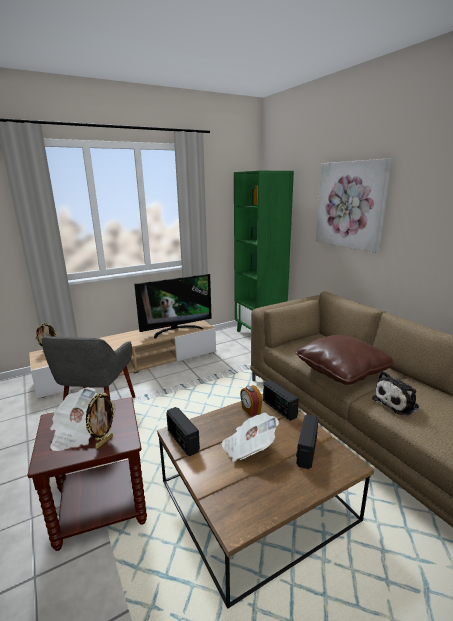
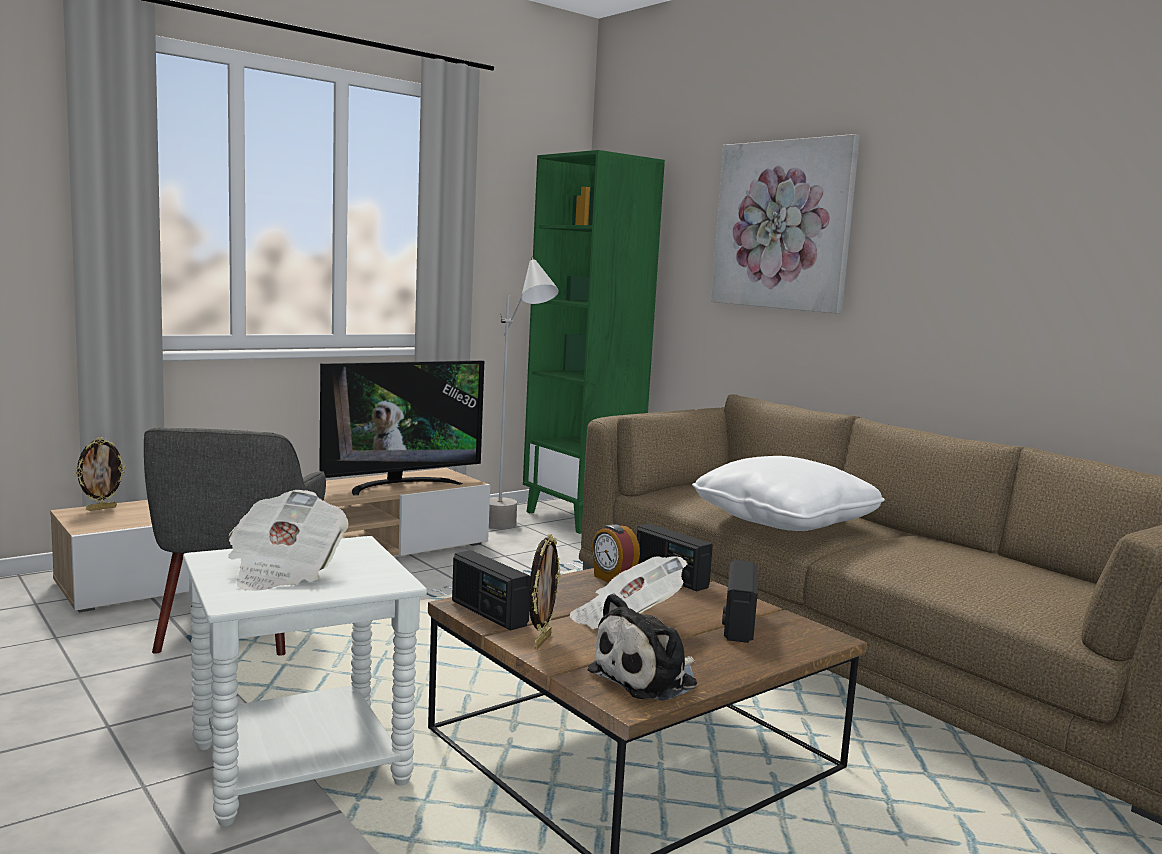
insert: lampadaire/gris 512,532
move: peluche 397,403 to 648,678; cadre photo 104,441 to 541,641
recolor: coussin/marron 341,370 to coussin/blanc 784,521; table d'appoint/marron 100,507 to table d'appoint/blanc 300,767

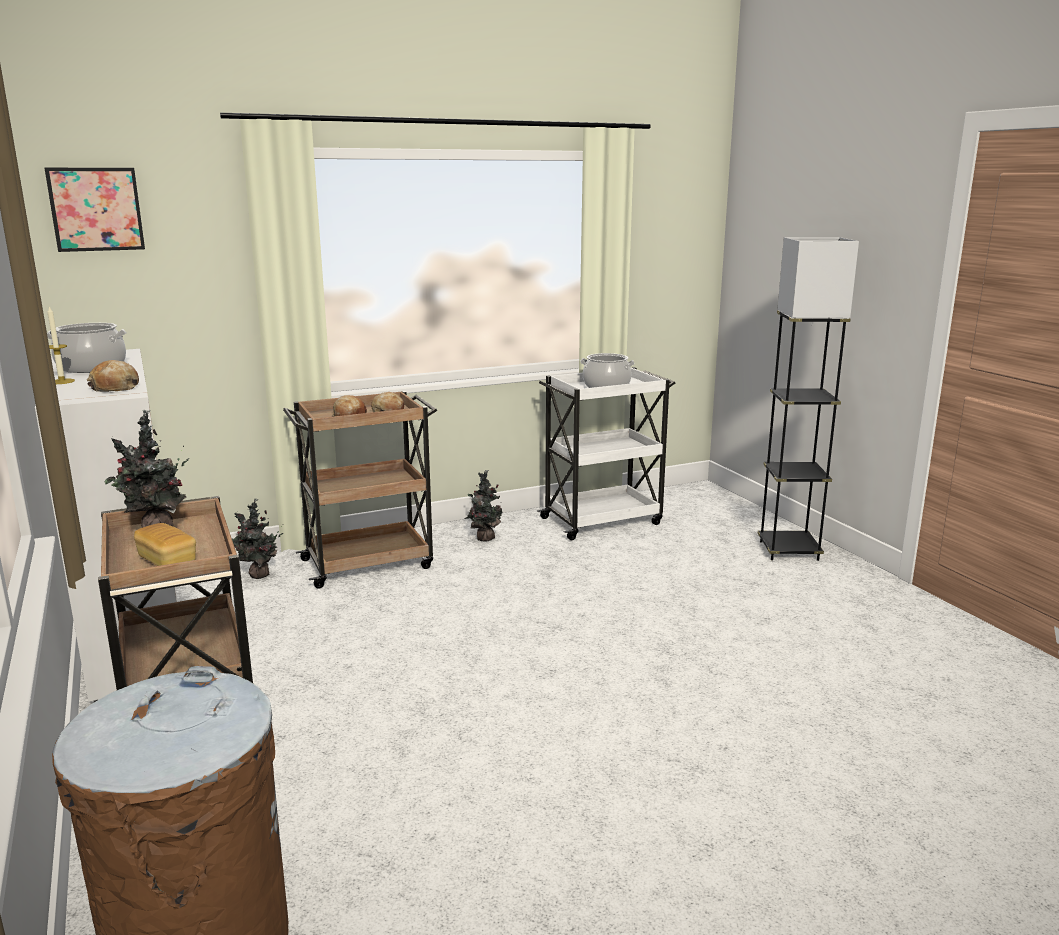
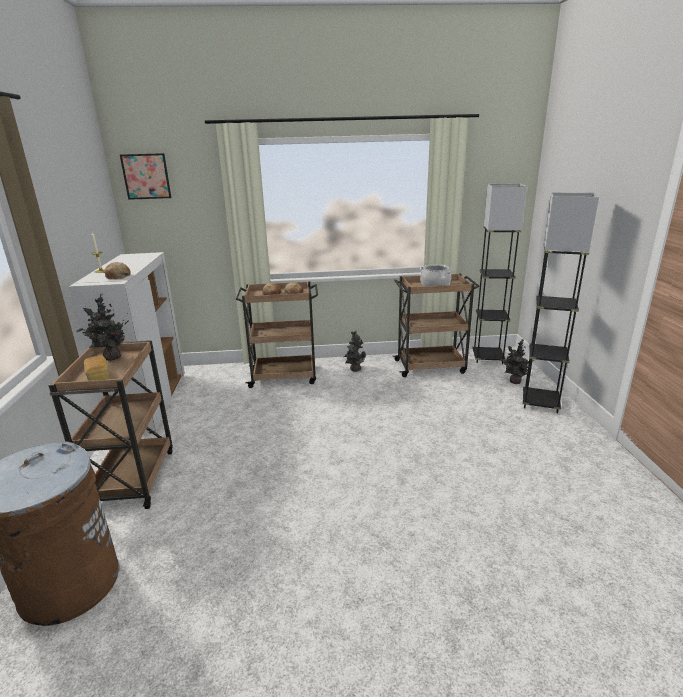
delete: marmite 92,367
insert: lampadaire/gris 488,358
move: plante en pot 257,576 to 514,382
recolor: chariot/blanc 603,520 to chariot/marron 431,366

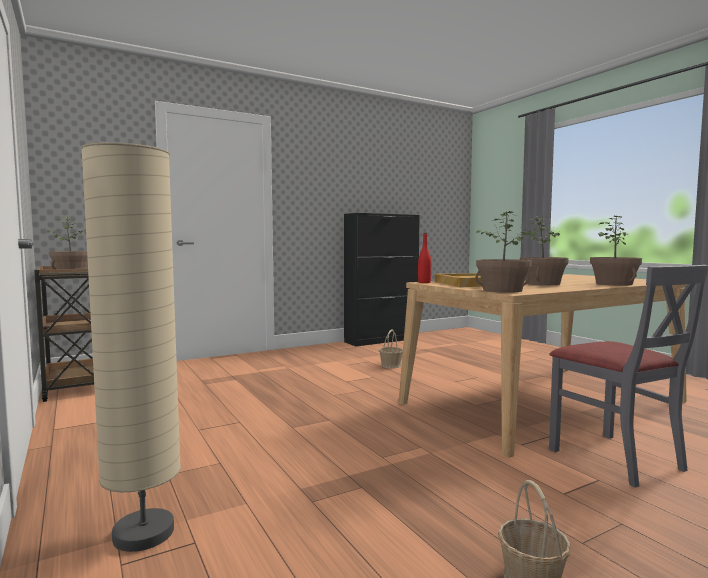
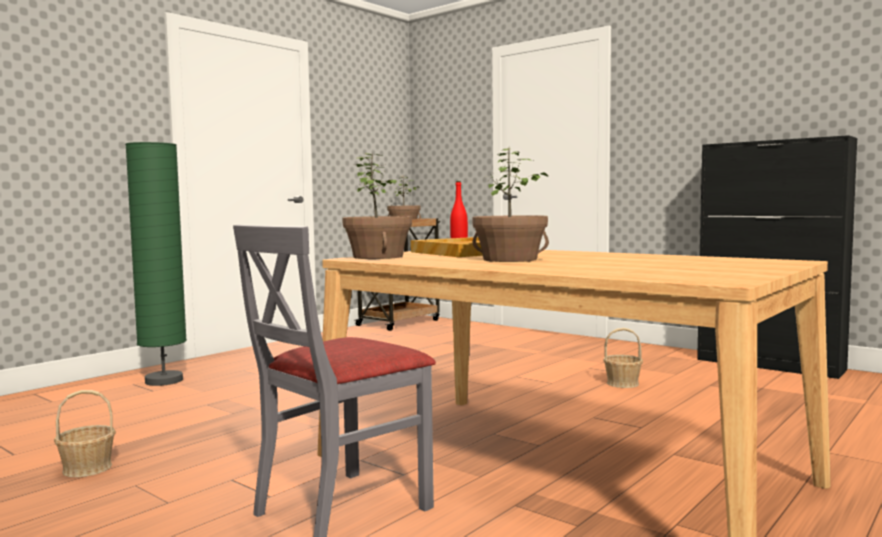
delete: plante en pot 614,284
recolor: lampadaire/beige 143,533 to lampadaire/vert 164,381

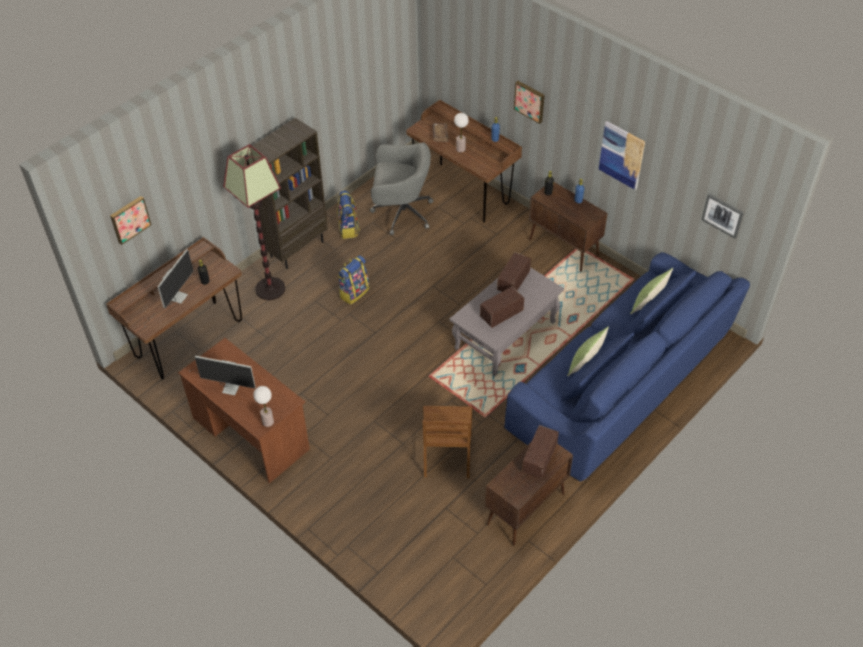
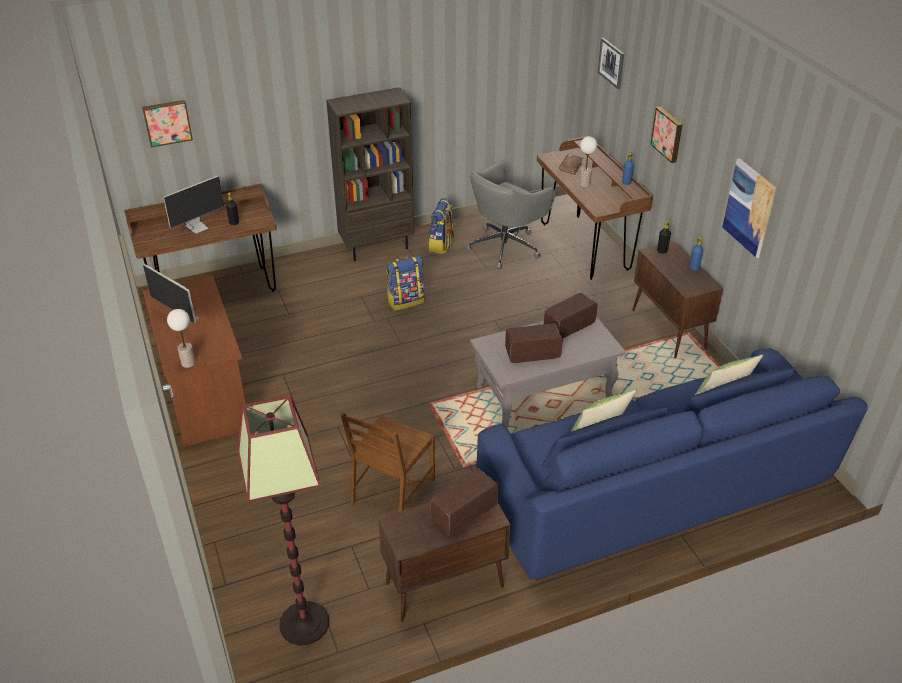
move: lampadaire 270,289 to 303,623; tableau 722,215 to 611,63
rotate: chaise de bureau/gris 401,213 = 506,247 105 degrees clockwise

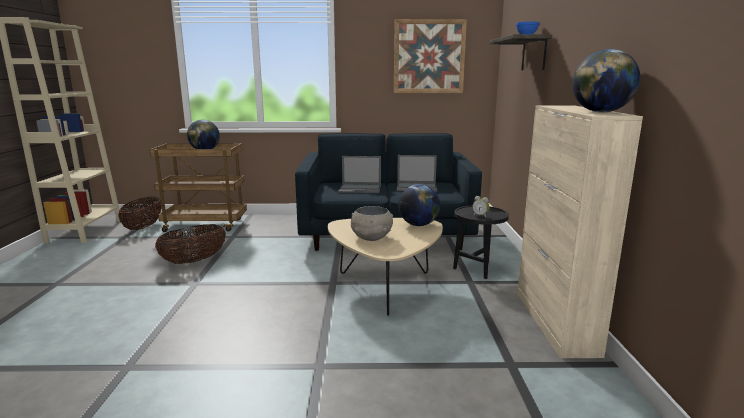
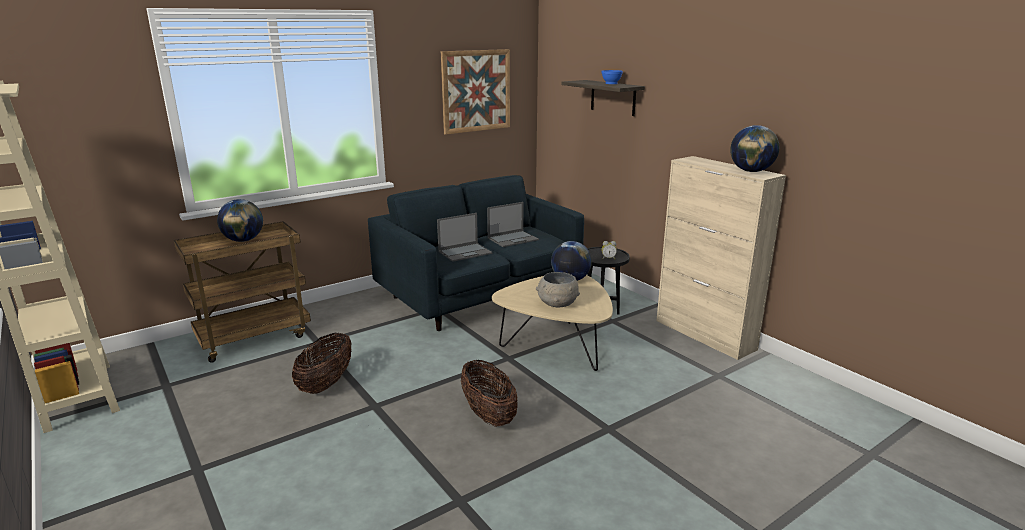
move: panier 143,227 to 488,415

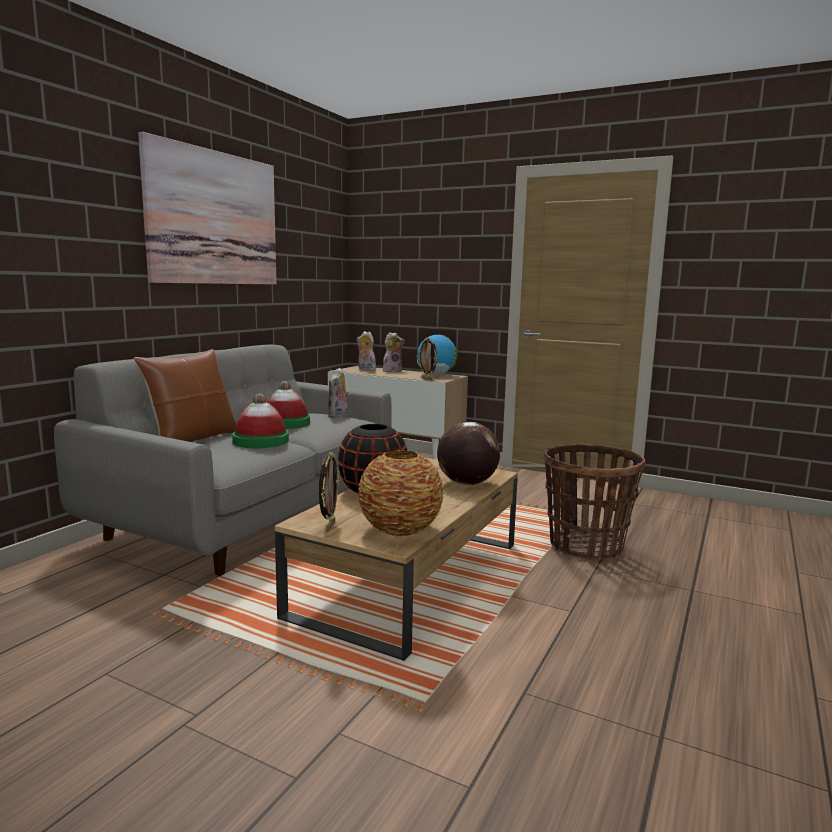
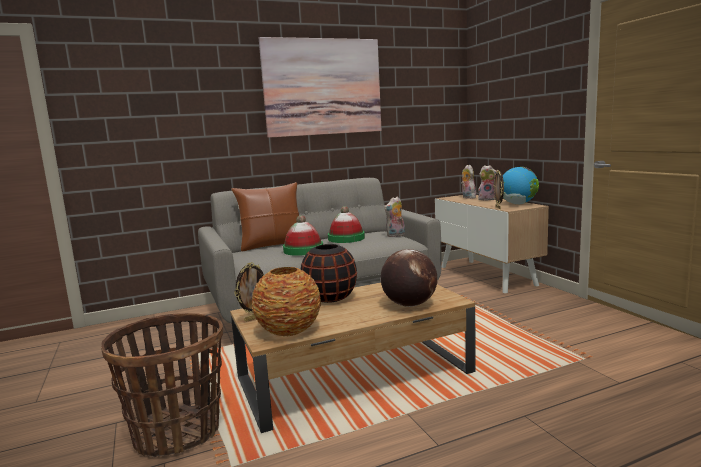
move: panier 585,546 to 177,432

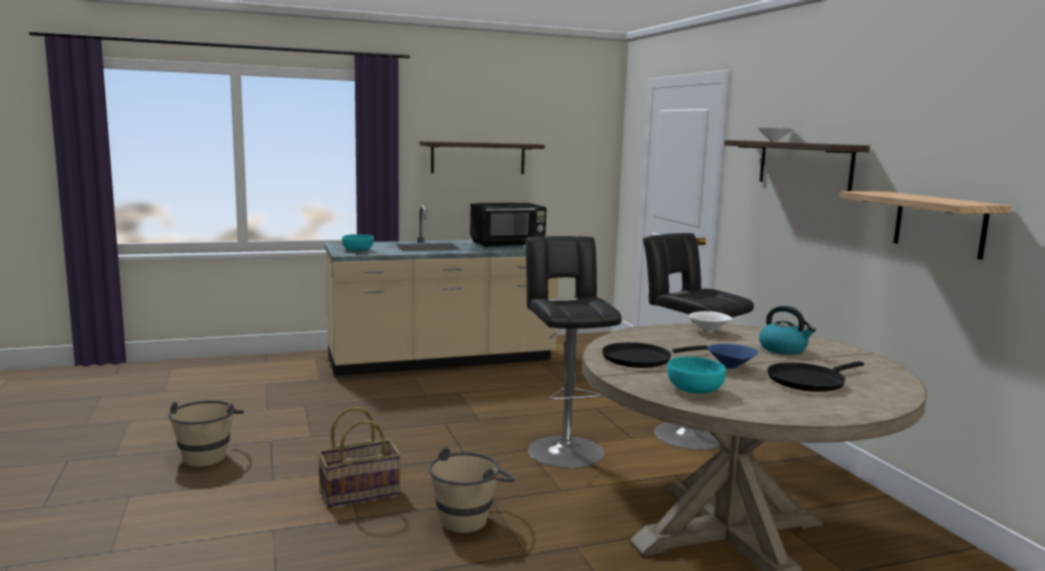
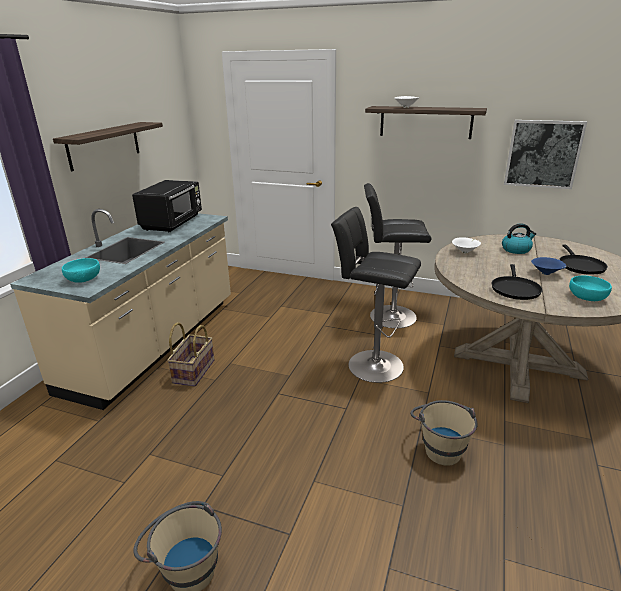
move: panier 359,492 to 193,371
replace: étagère 939,224 to tableau 543,154

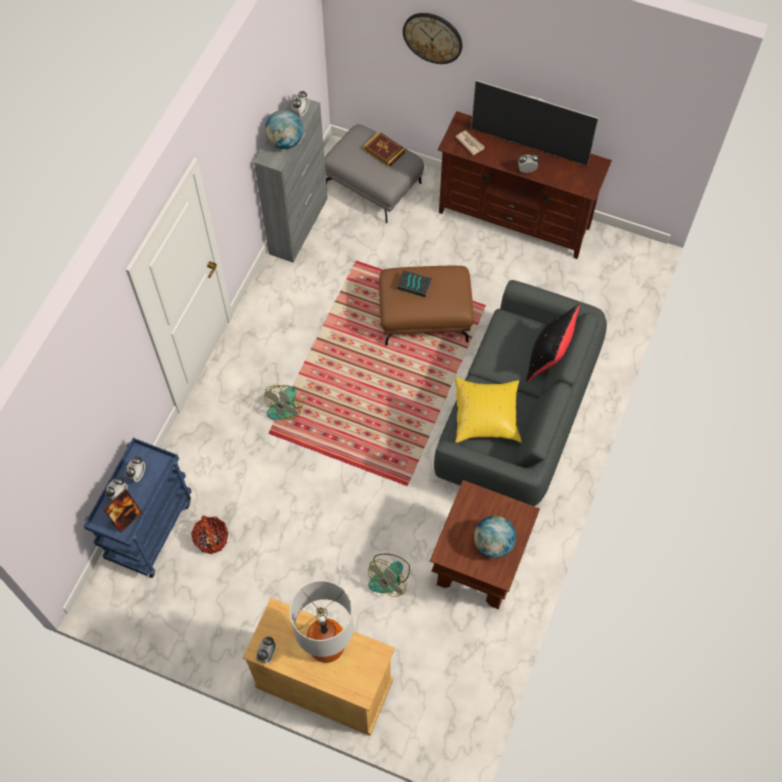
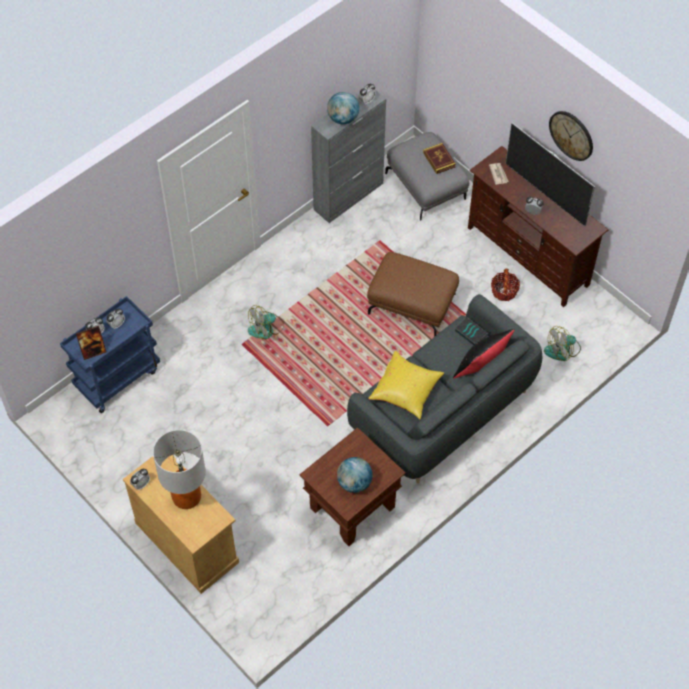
move: horloge murale 433,37 to 571,135; livre 415,284 to 471,333; panier 211,539 to 504,291; ventilateur 390,577 to 562,350

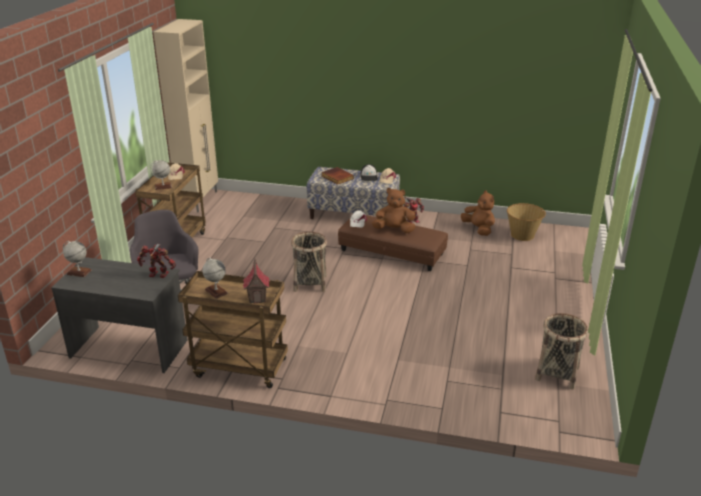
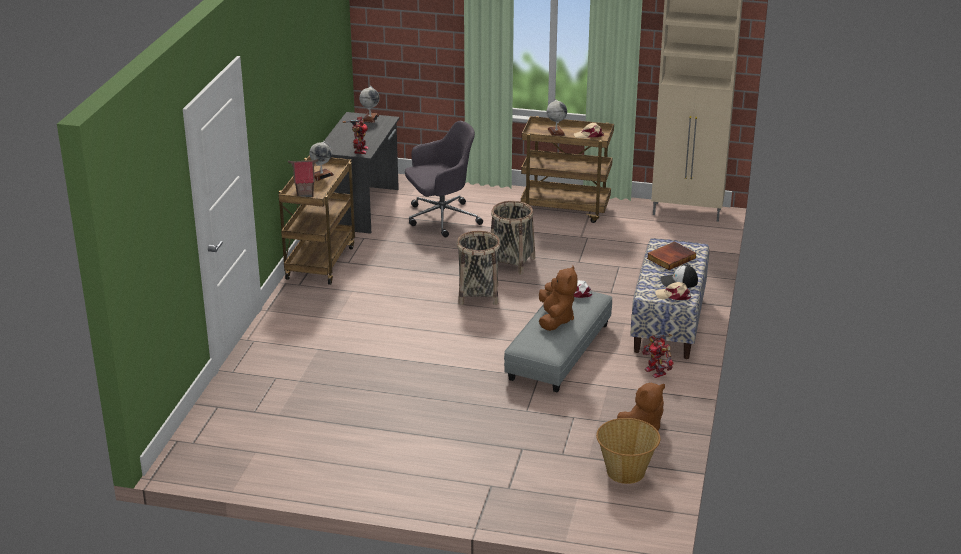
move: panier 557,373 to 511,262
recolor: pouf/marron 392,252 to pouf/gris 559,352

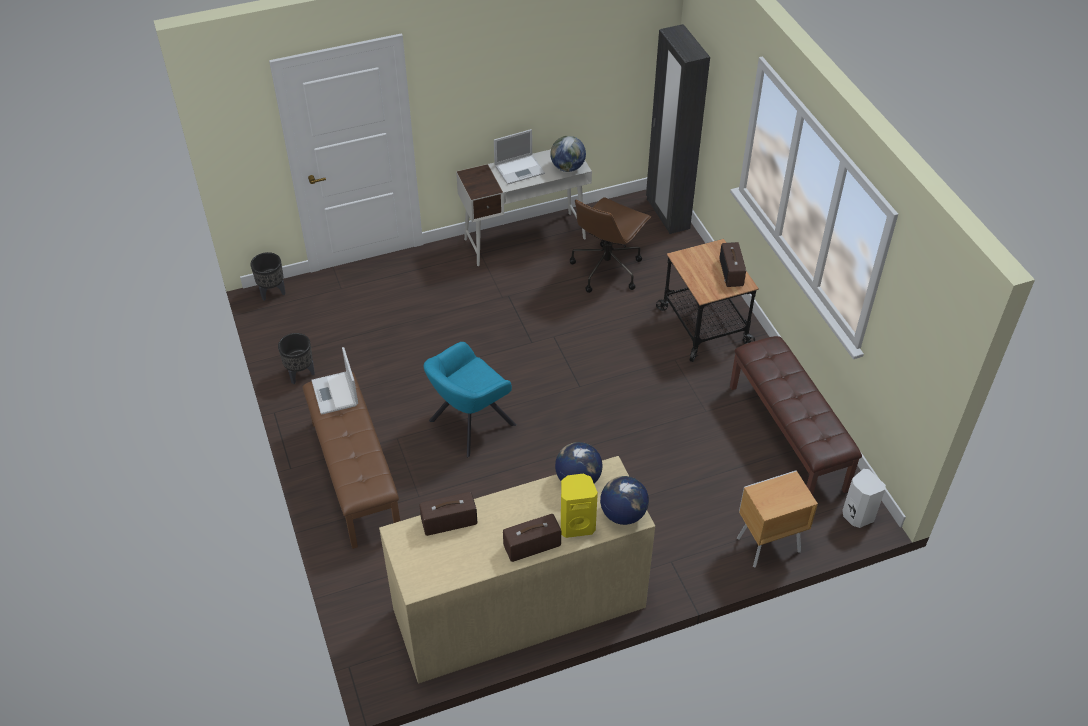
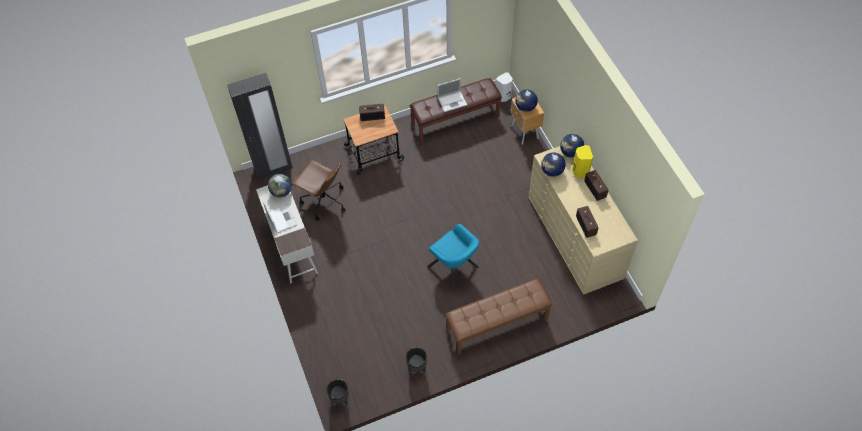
insert: globe 525,107
move: ordinateur portable 335,394 to 452,101

